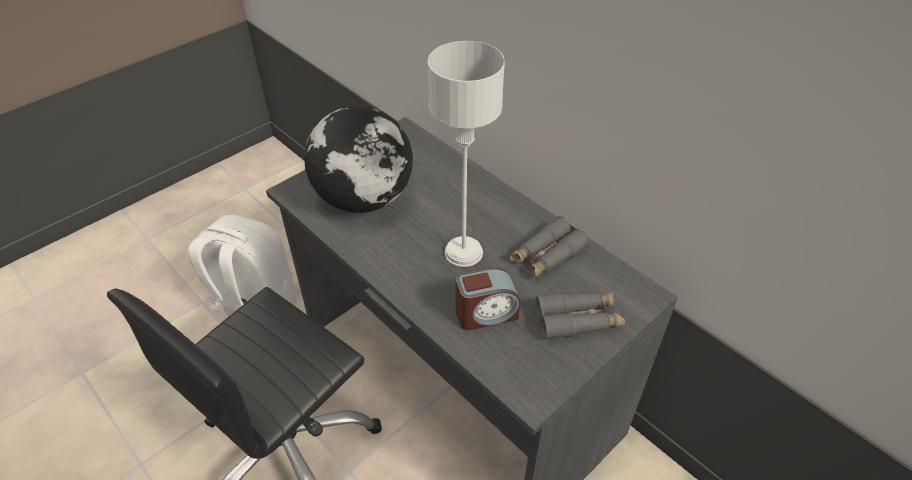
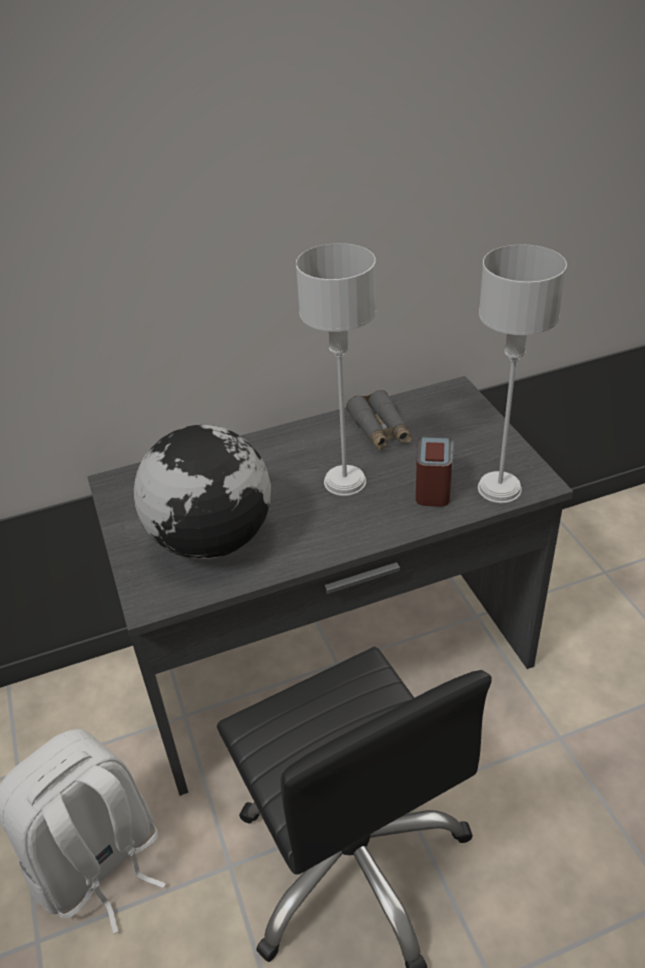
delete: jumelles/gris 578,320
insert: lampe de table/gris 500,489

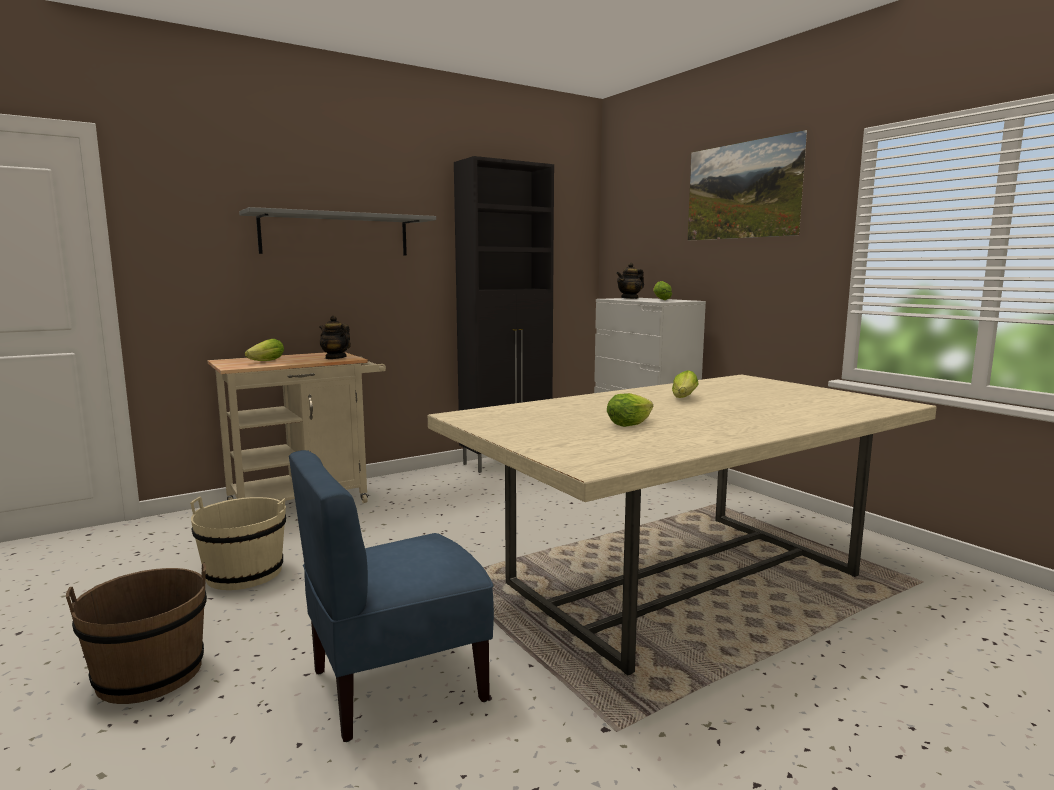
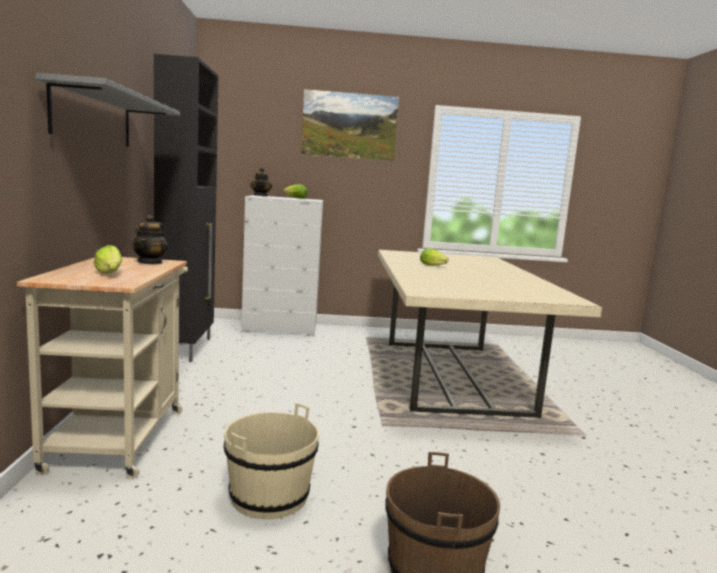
delete: laitue 632,423; chaise/bleu 397,684
rotate: théière 335,358 = 150,262 60 degrees counterclockwise

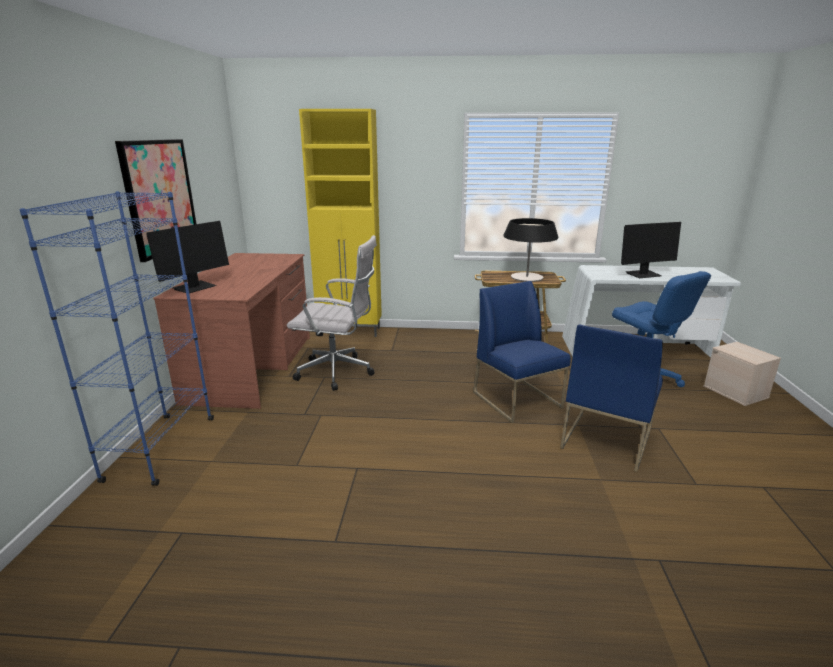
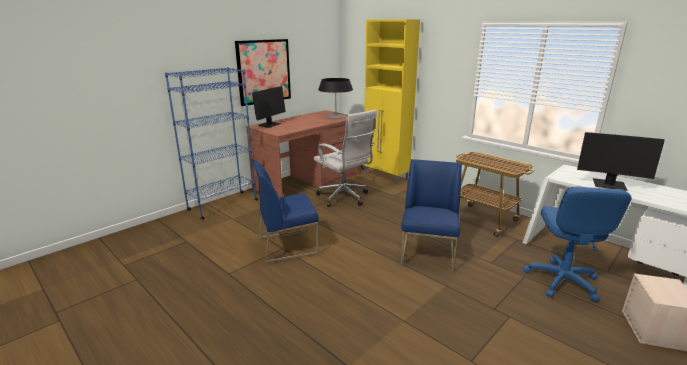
move: lampe de table 526,277 to 335,116; chaise/bleu 605,439 to 288,245
rotate: écran d'ordinateur 194,288 = 269,125 45 degrees counterclockwise

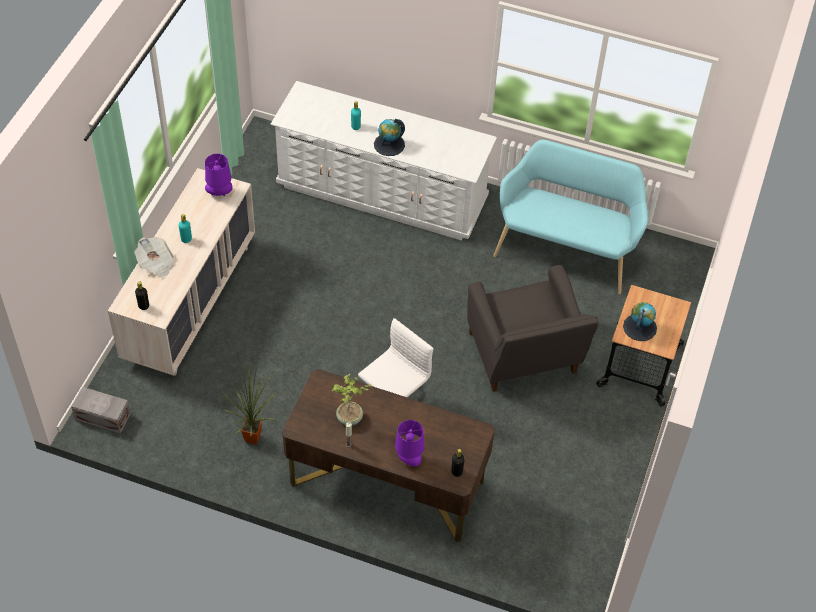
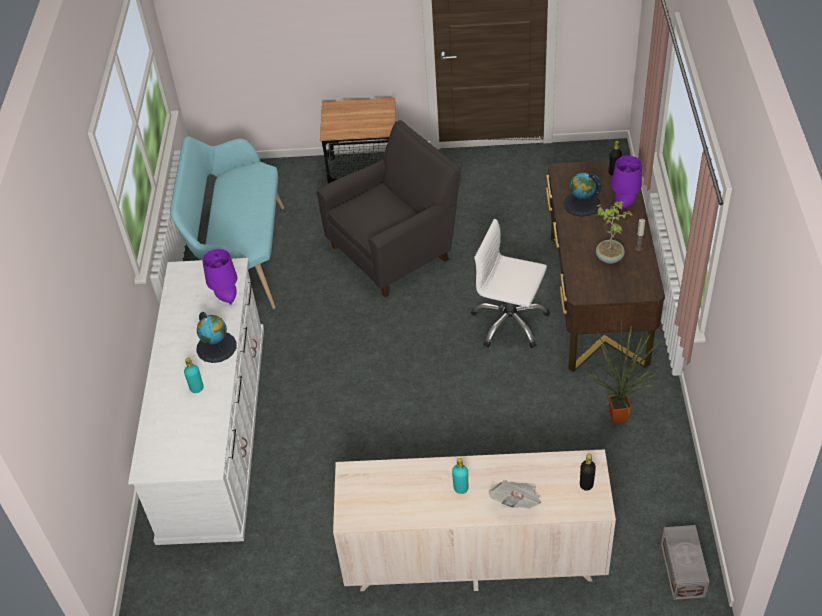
move: lampe de table/violet 220,194 to 226,298; globe 639,327 to 581,204

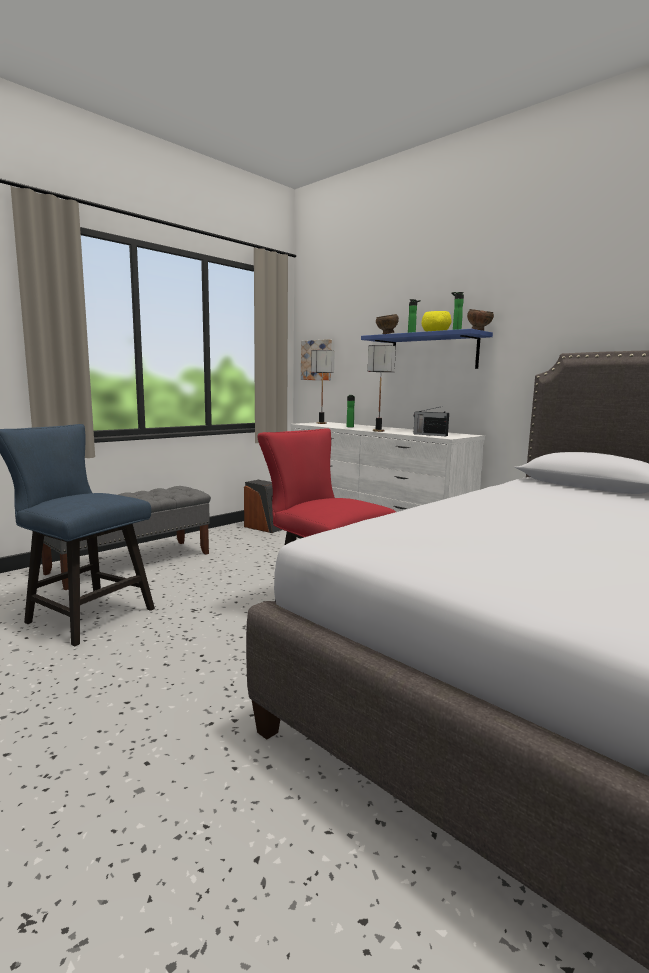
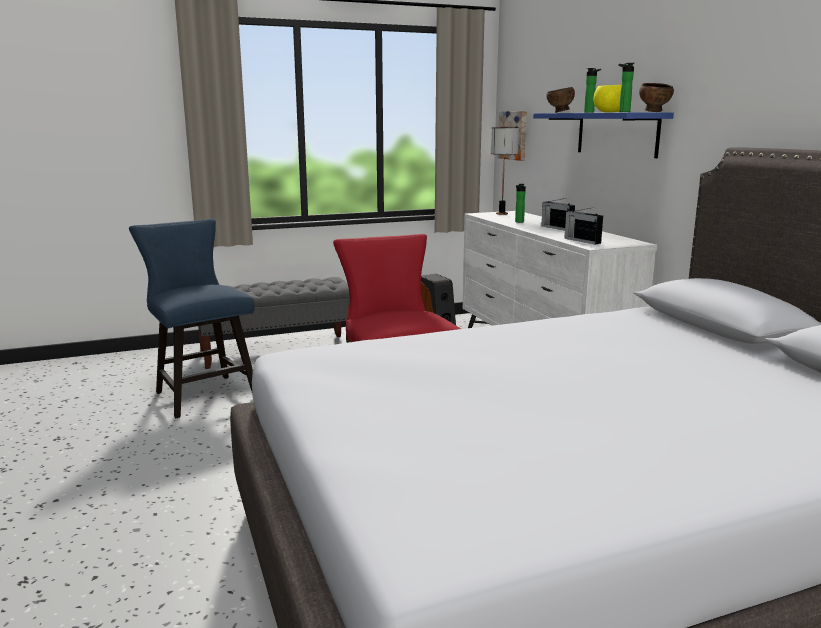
delete: lampe de table 378,431
insert: radio 556,228

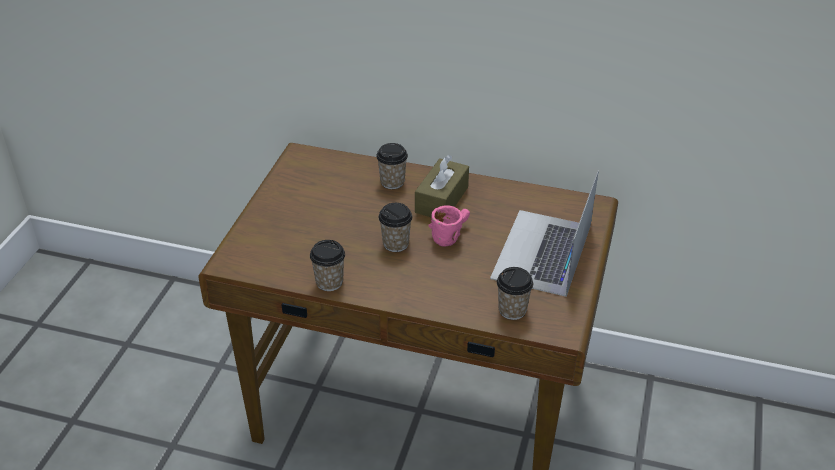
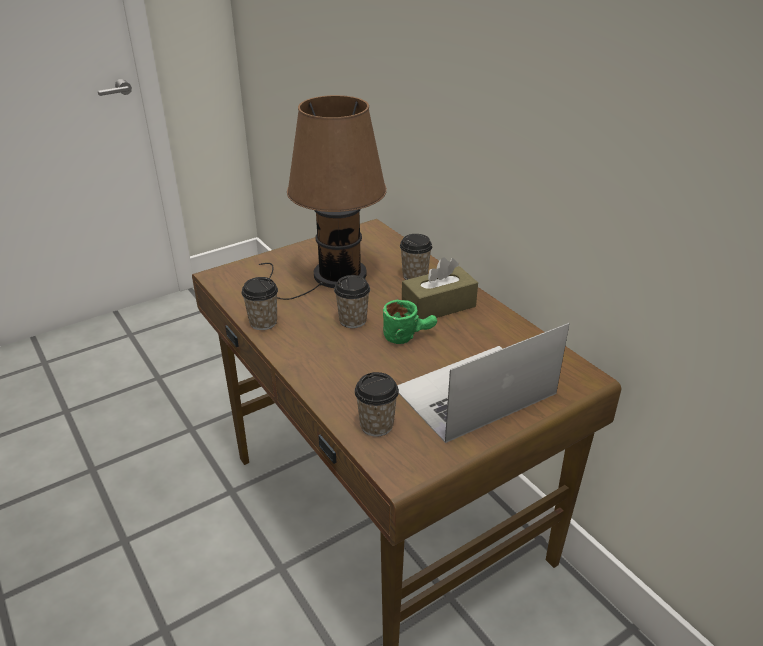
insert: lampe de table/marron 333,275
recolor: mug/rose 450,234 to mug/vert 408,335

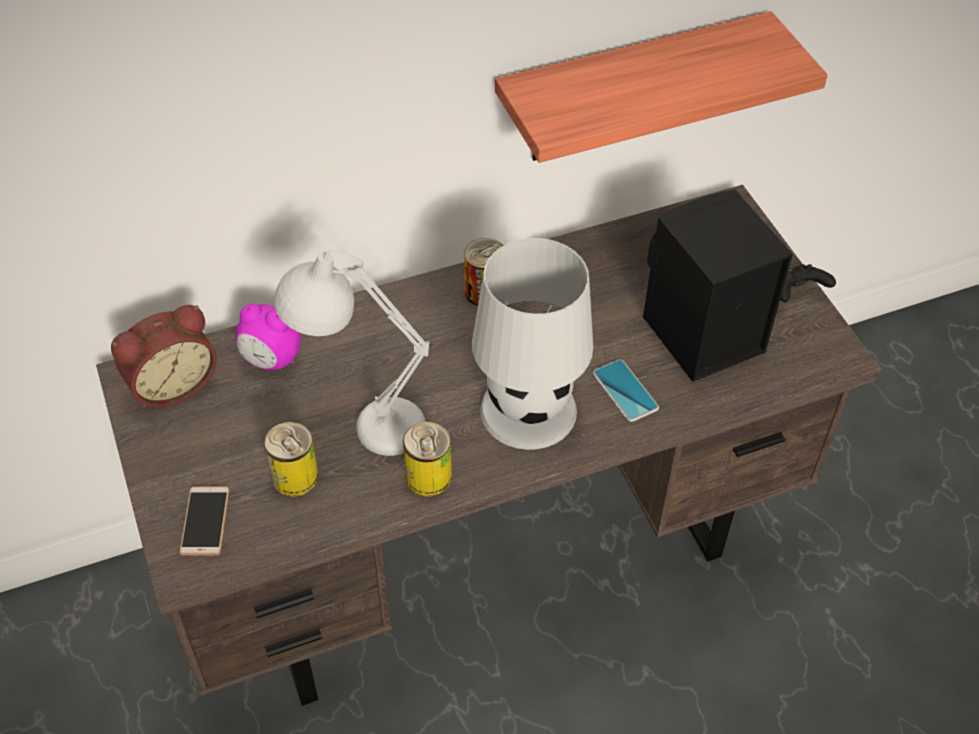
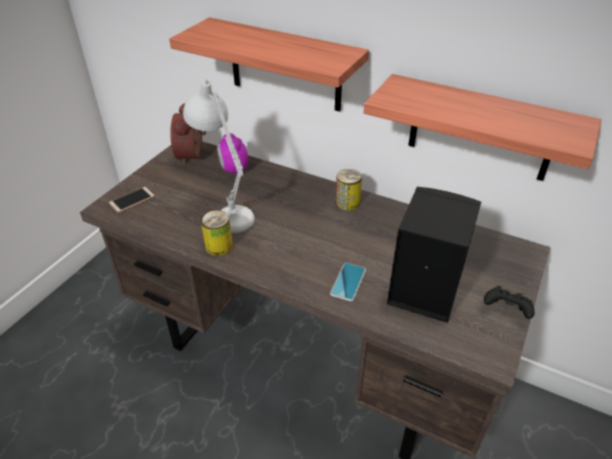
delete: lampe de table/blanc 530,409; boîte métallique 295,477
insert: étagère 285,65
rotate: réveil 172,383 = 193,155 75 degrees clockwise

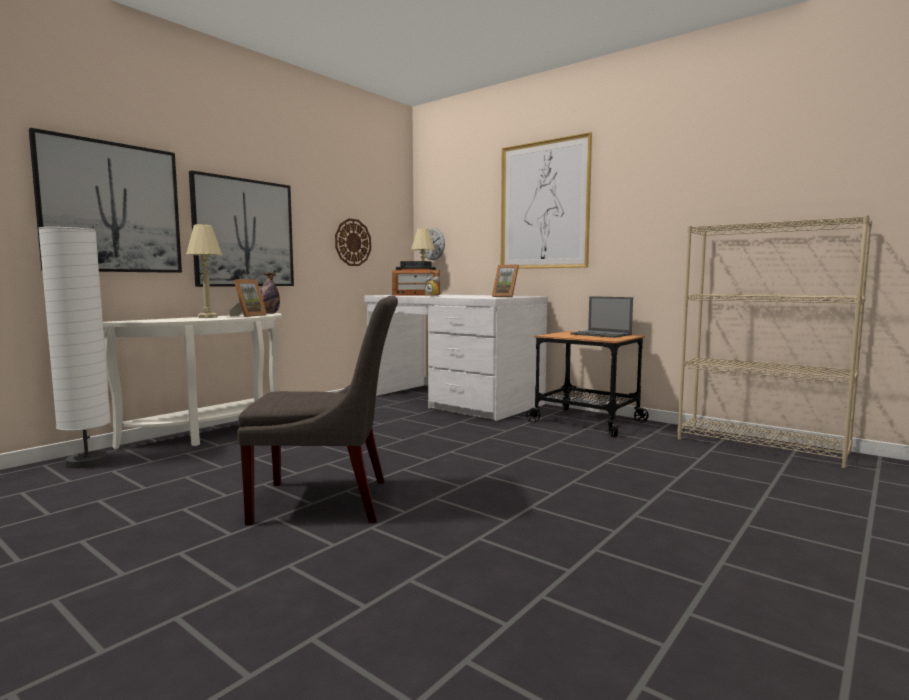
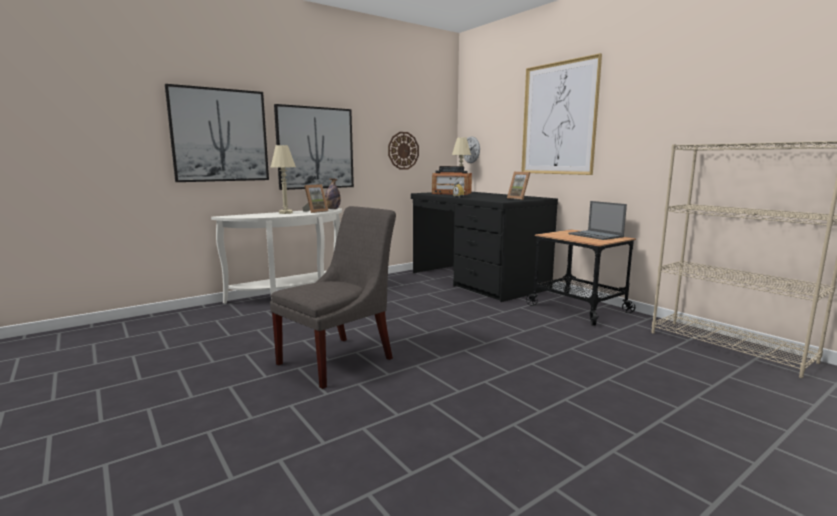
delete: lampadaire/blanc 87,462
recolor: bureau/blanc 453,400 to bureau/noir 477,280
rotate: chaise/gris 329,501 = 340,359 60 degrees counterclockwise

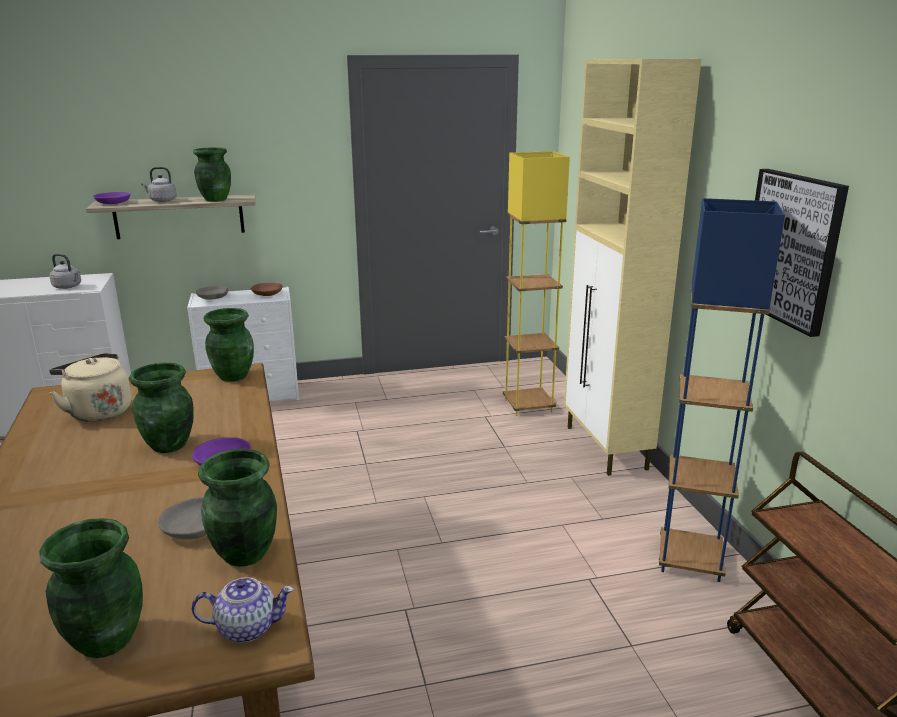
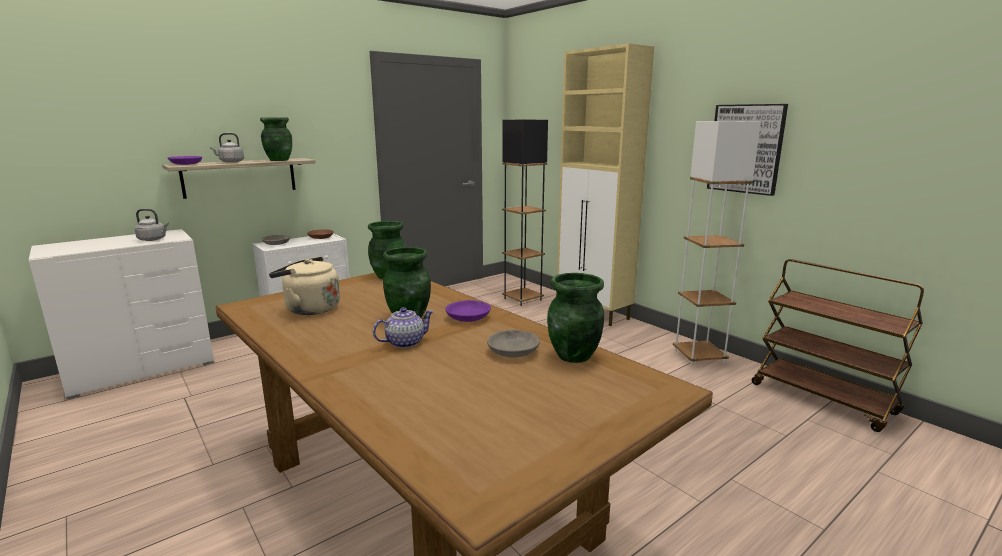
delete: vase/vert 105,640
move: théière 246,627 to 404,343
recolor: lampadaire/jaune 528,406 to lampadaire/noir 522,299; lampadaire/bleu 690,560 to lampadaire/blanc 699,357

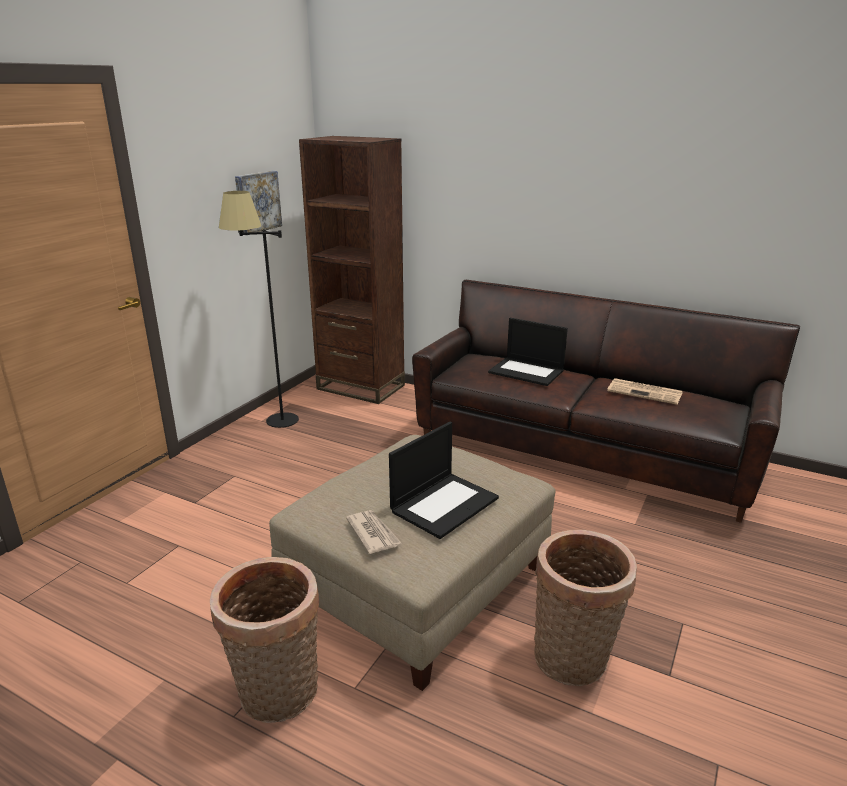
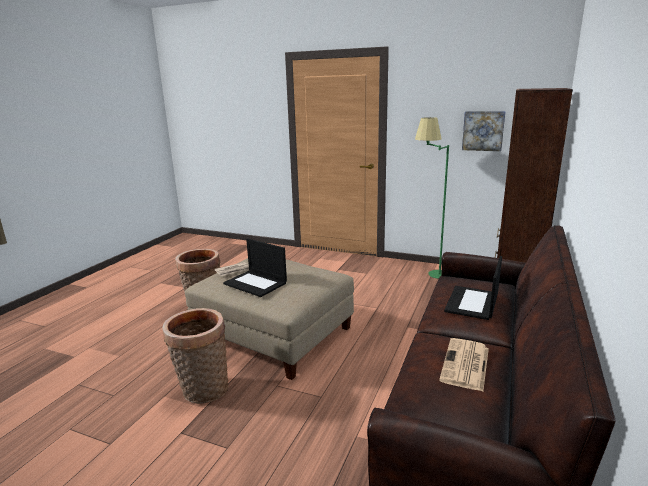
recolor: lampadaire/noir 273,426 to lampadaire/vert 429,273

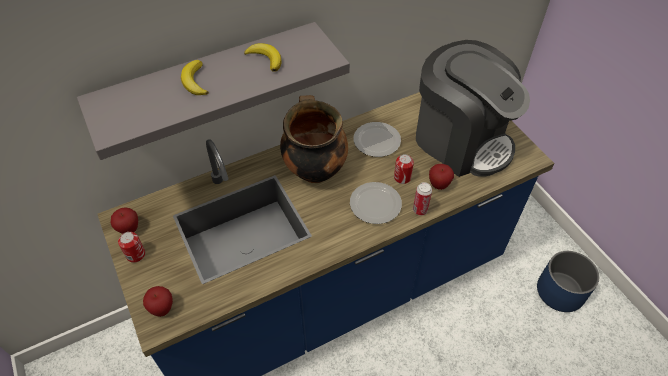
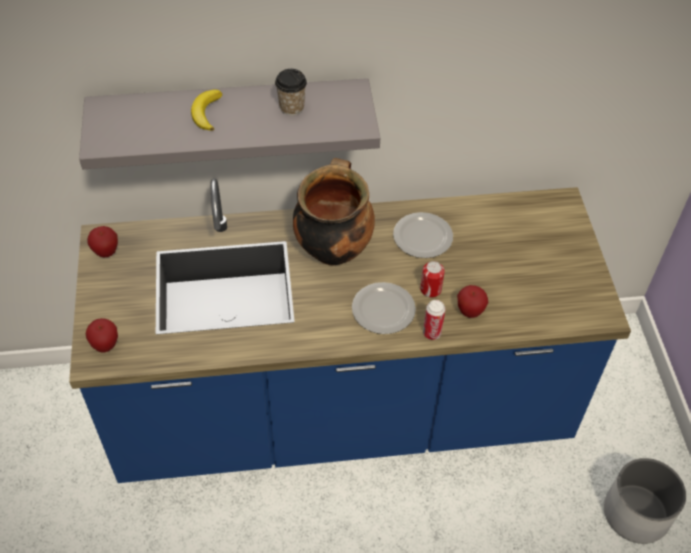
delete: machine à café 461,140; boîte métallique 136,254
replace: banane 265,59 to tasse 291,108
recolor: cache-pot/bleu 560,292 to cache-pot/blanc 636,514

